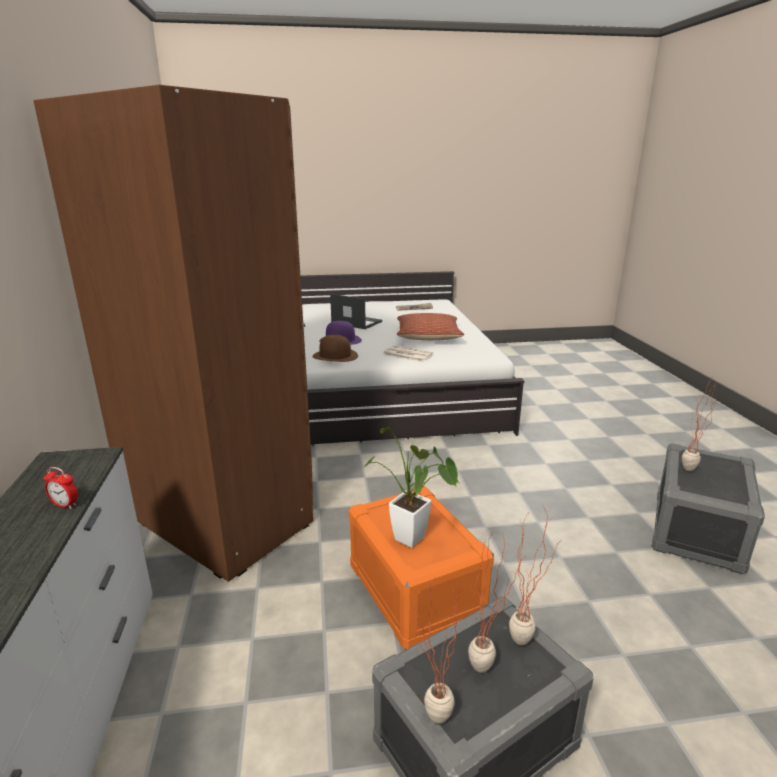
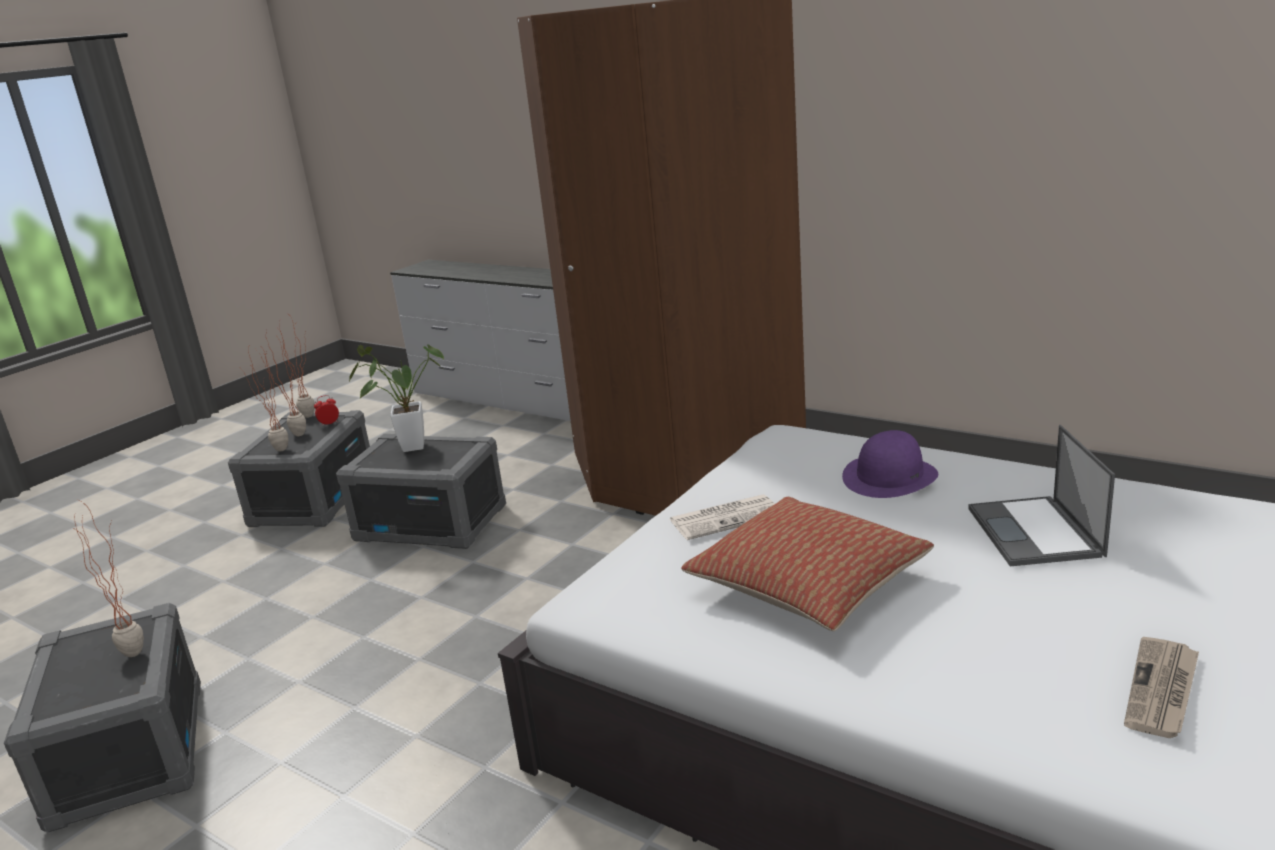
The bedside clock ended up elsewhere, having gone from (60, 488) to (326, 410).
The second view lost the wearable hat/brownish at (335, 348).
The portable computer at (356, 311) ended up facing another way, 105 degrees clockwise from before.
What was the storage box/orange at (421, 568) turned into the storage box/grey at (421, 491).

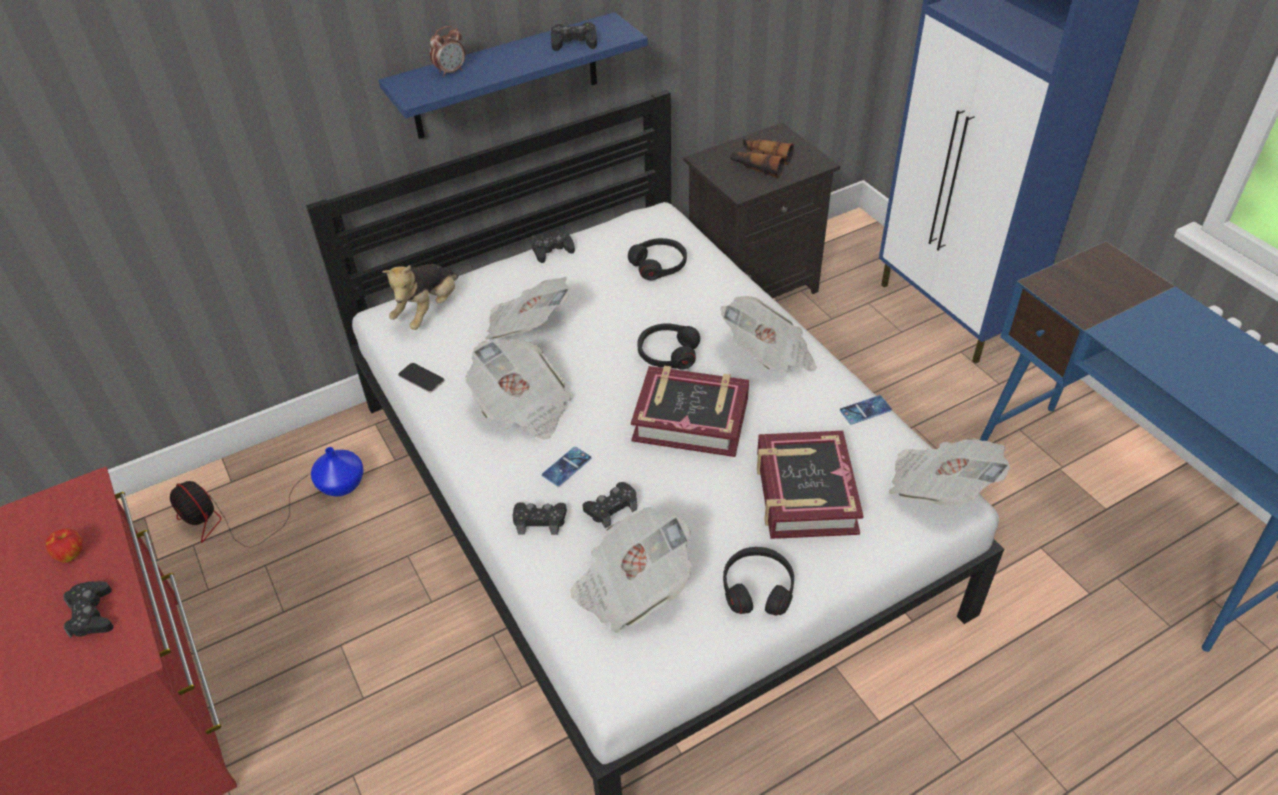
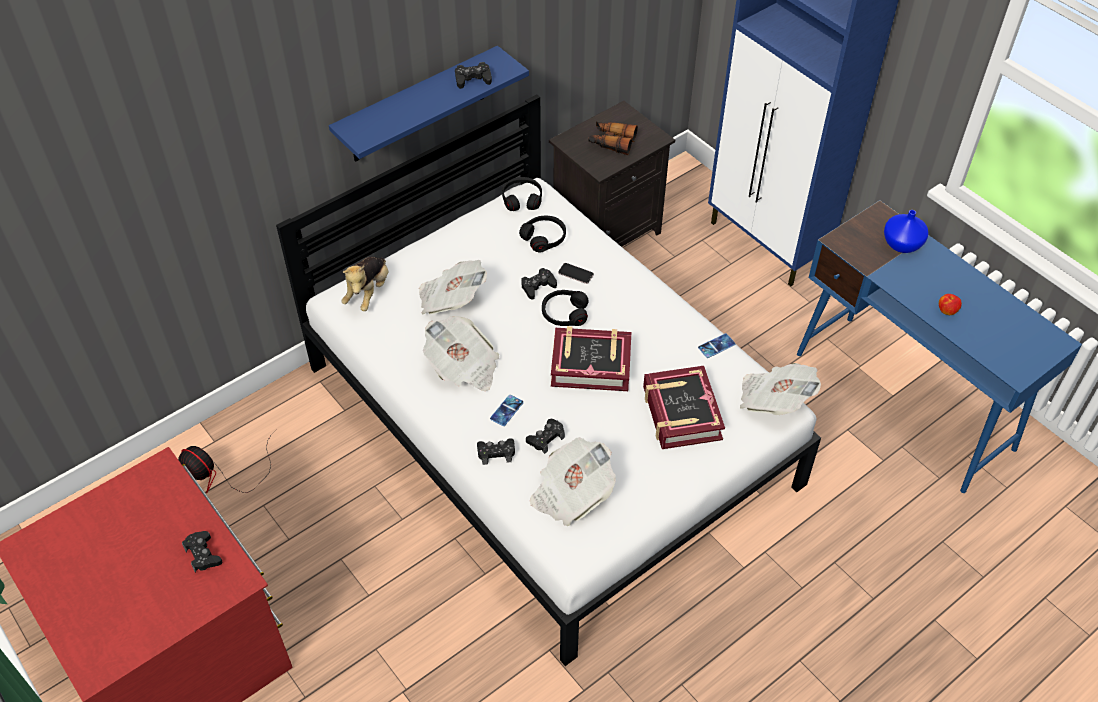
The apple fruit ended up elsewhere, having gone from (64, 545) to (950, 304).
The vase/bluish ended up elsewhere, having gone from (337, 472) to (906, 231).
The telephone ended up elsewhere, having gone from (421, 377) to (576, 273).
The second view lost the bedside clock at (447, 51).
The gamepad/black ended up elsewhere, having gone from (553, 246) to (539, 284).
The second view lost the newspaper at (768, 334).
The headset/black ended up elsewhere, having gone from (758, 581) to (522, 194).

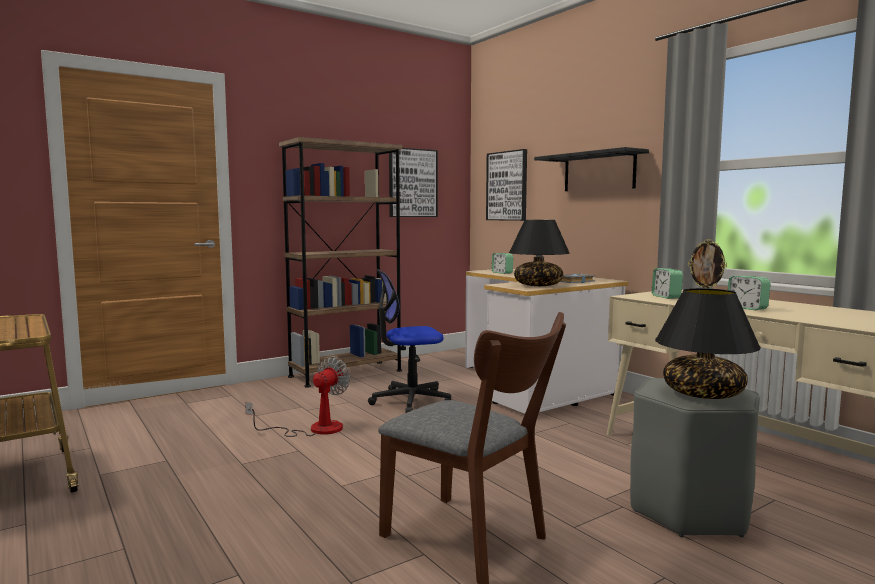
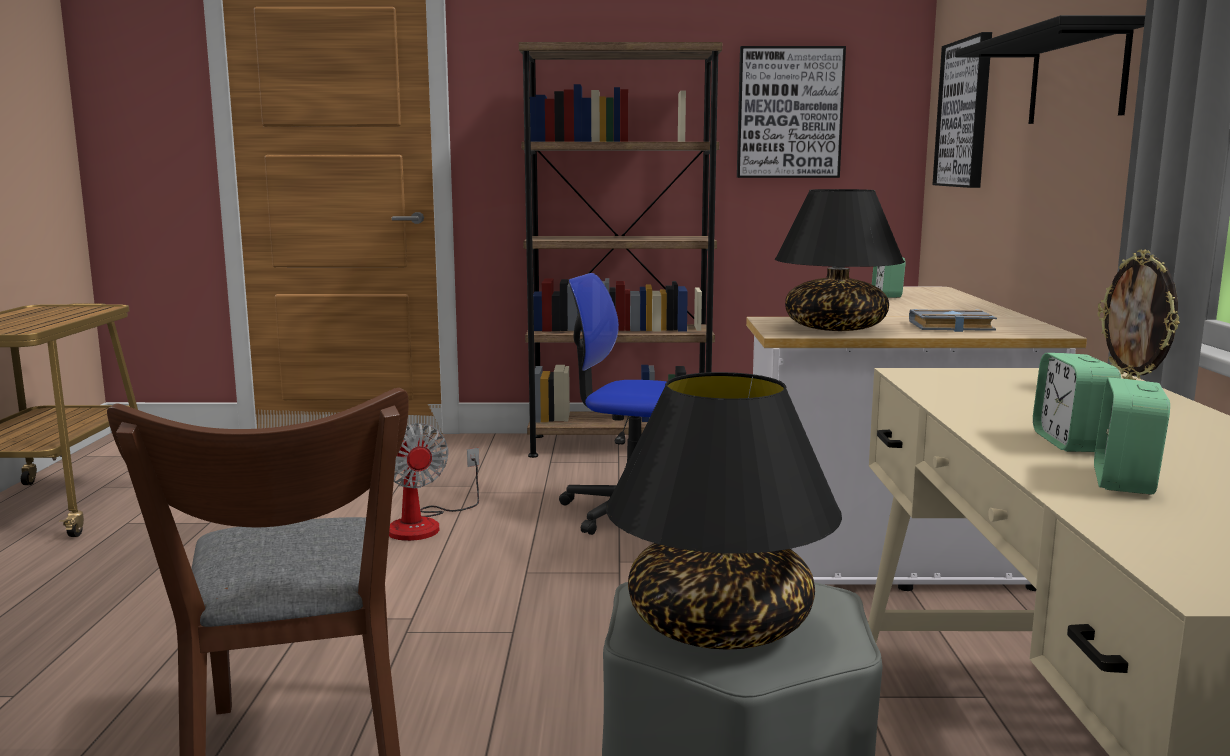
The fan at (297, 396) ended up facing another way, 90 degrees clockwise from before.
The bedside clock ended up elsewhere, having gone from (667, 283) to (1132, 436).

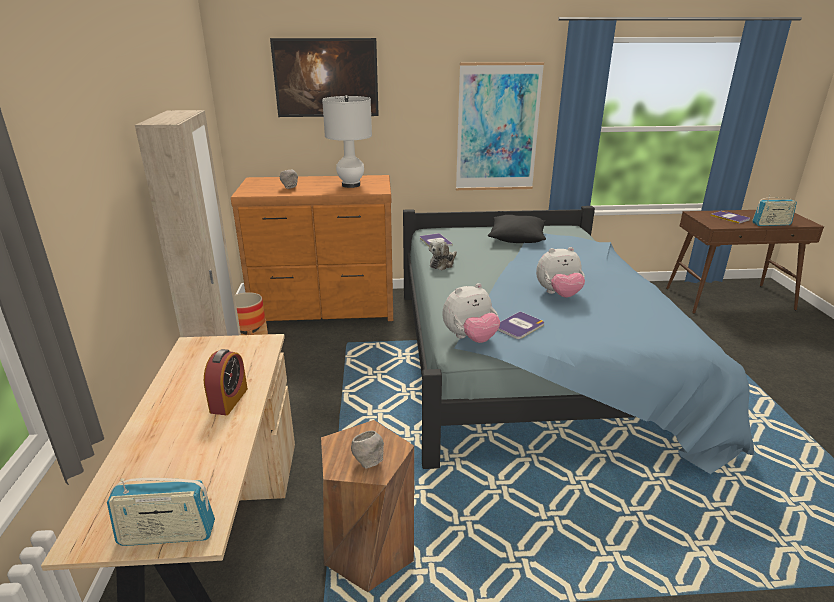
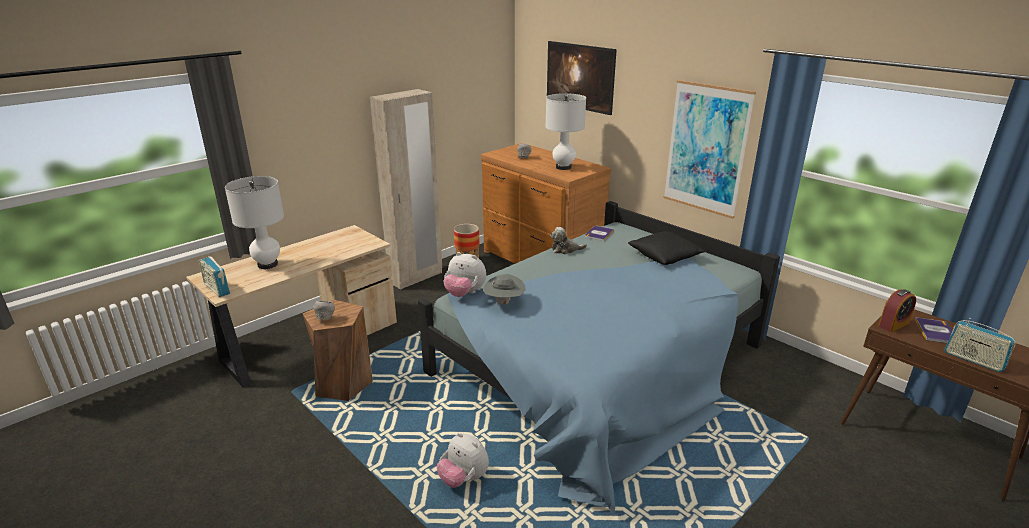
The bedside clock ended up elsewhere, having gone from (226, 382) to (897, 310).
Where the book stood at (521, 325), the wearable hat/grey came to stand at (504, 289).
The cuddly toy ended up elsewhere, having gone from (560, 272) to (463, 460).
The second view gained the lamp for a table/white-coloured at (254, 222).

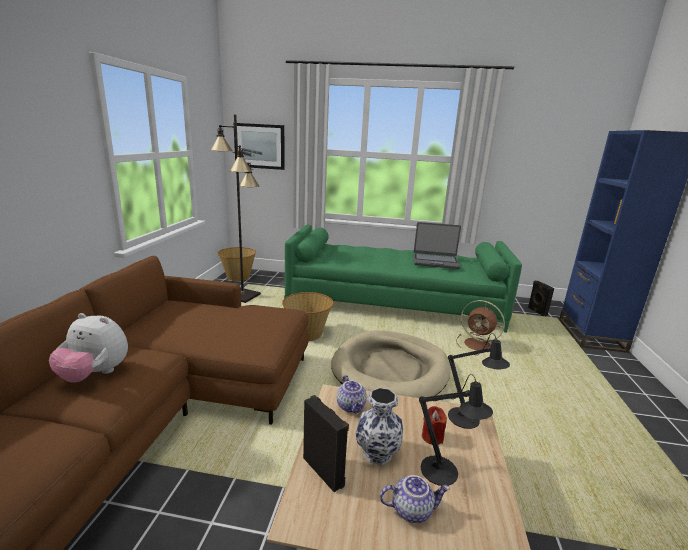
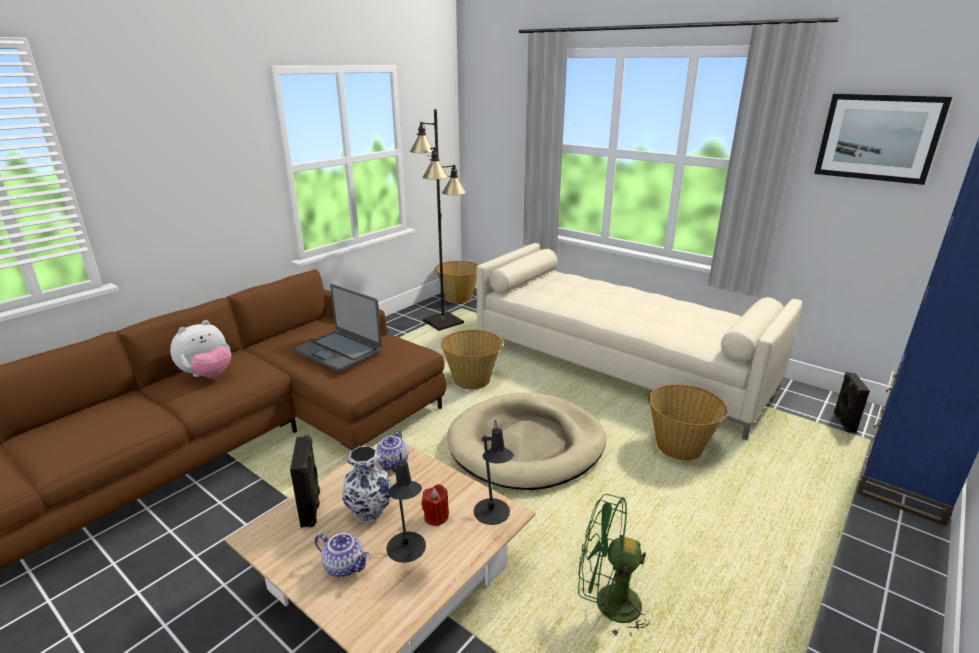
The cuddly toy at (88, 348) ended up facing another way, 90 degrees counterclockwise from before.
The wall art ended up elsewhere, having gone from (259, 146) to (883, 139).
What was the sofa/greenish at (403, 278) turned into the sofa/beige-coloured at (639, 341).
The portable computer ended up elsewhere, having gone from (437, 245) to (338, 328).
Where the fan/brownish stood at (481, 325), the storage basket came to stand at (687, 422).
The second view gained the fan/greenish at (614, 565).

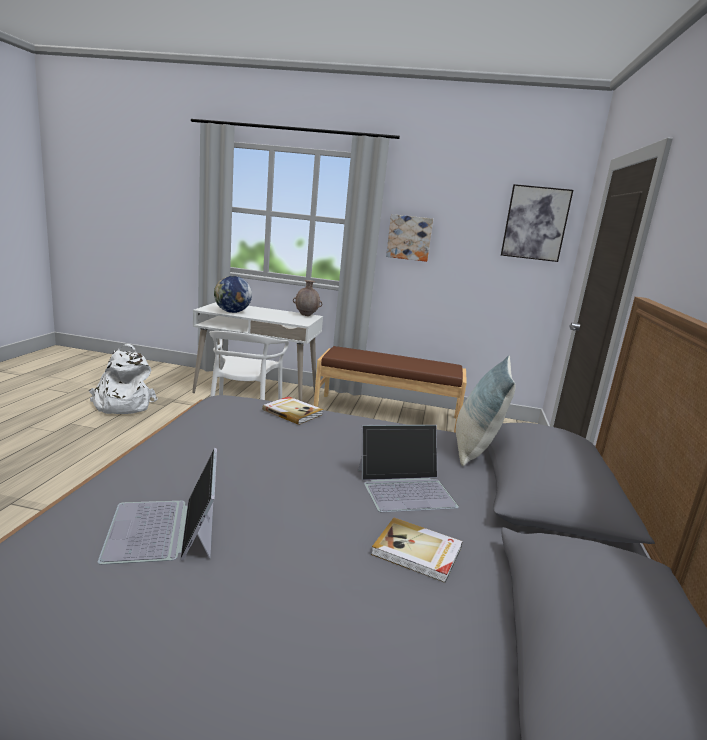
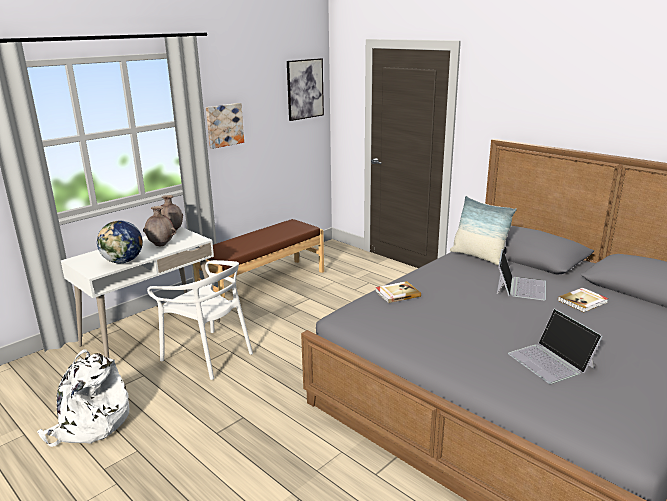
The portable computer at (157, 506) ended up facing another way, 45 degrees clockwise from before.
The second view gained the vase/brownish at (159, 226).

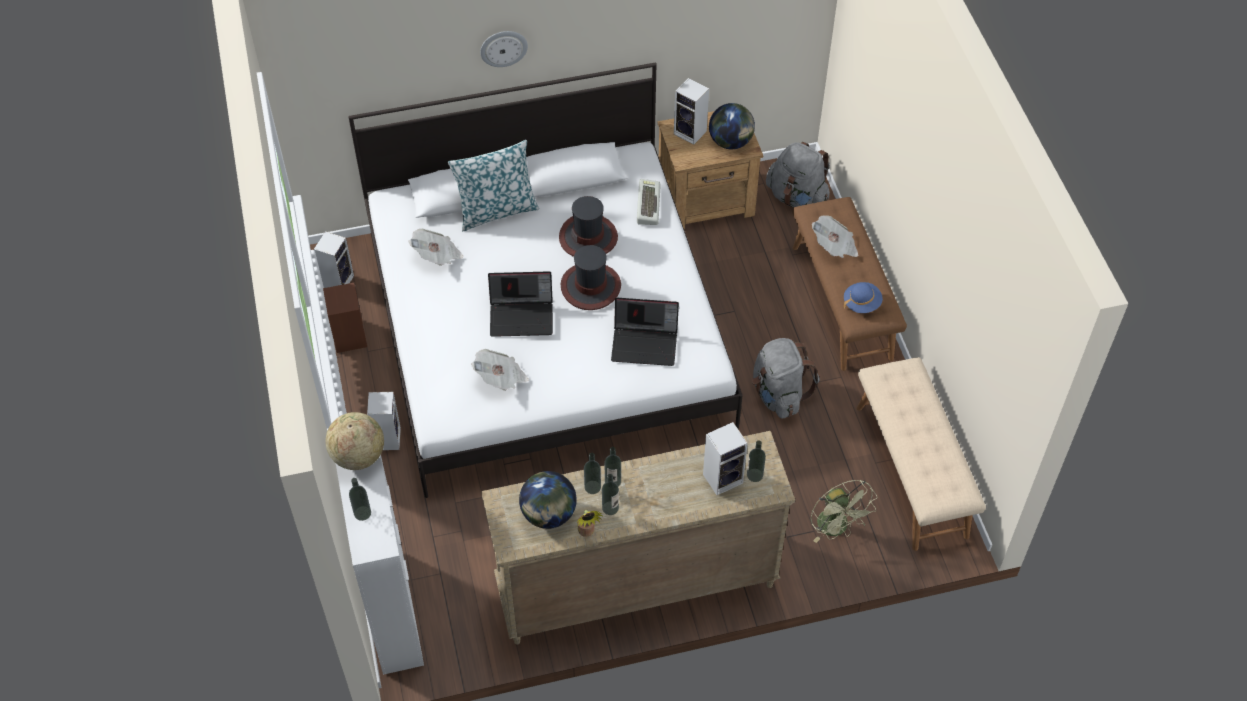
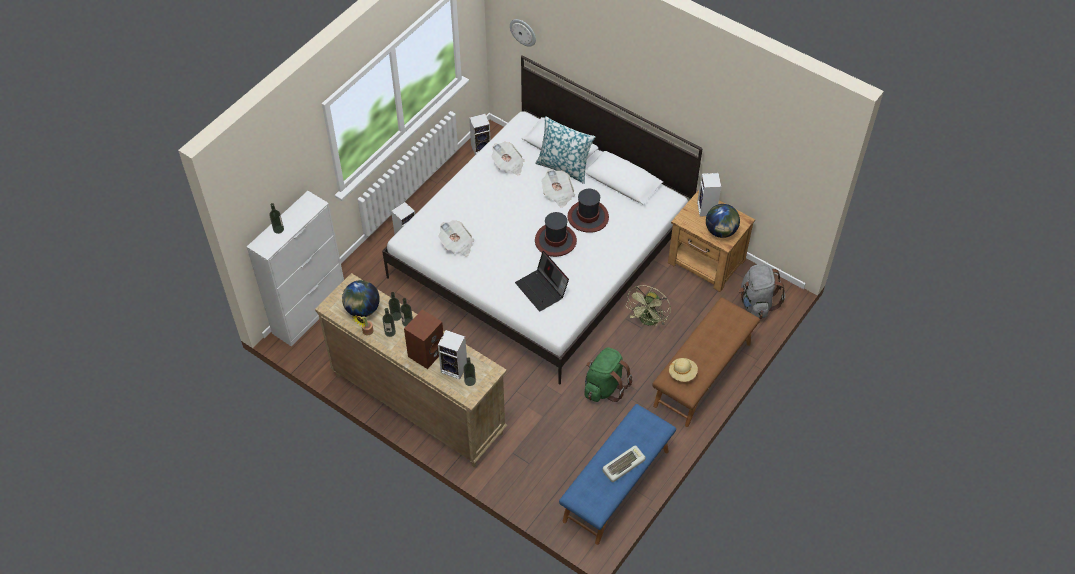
The speaker/brownish ended up elsewhere, having gone from (345, 318) to (423, 339).
The second view lost the desk globe at (354, 441).
The clock on the wall ended up elsewhere, having gone from (504, 49) to (523, 33).
The second view lost the portable computer at (520, 304).
The keyboard ended up elsewhere, having gone from (649, 202) to (624, 463).
What was the rucksack/grey at (786, 378) turned into the rucksack/greenish at (608, 374).
The fan/greenish ended up elsewhere, having gone from (844, 511) to (648, 305).
The newspaper ended up elsewhere, having gone from (835, 236) to (558, 188).
What was the wearable hat/bluish at (863, 297) turned into the wearable hat/beige-coloured at (683, 370).
What was the long seat/beige-coloured at (921, 454) turned into the long seat/bluish at (617, 474).

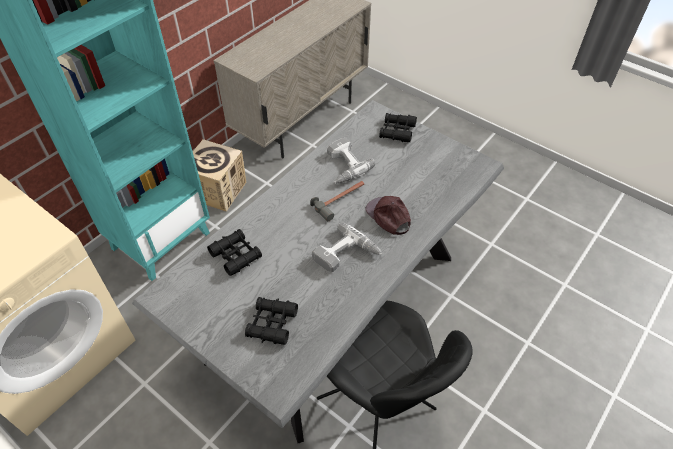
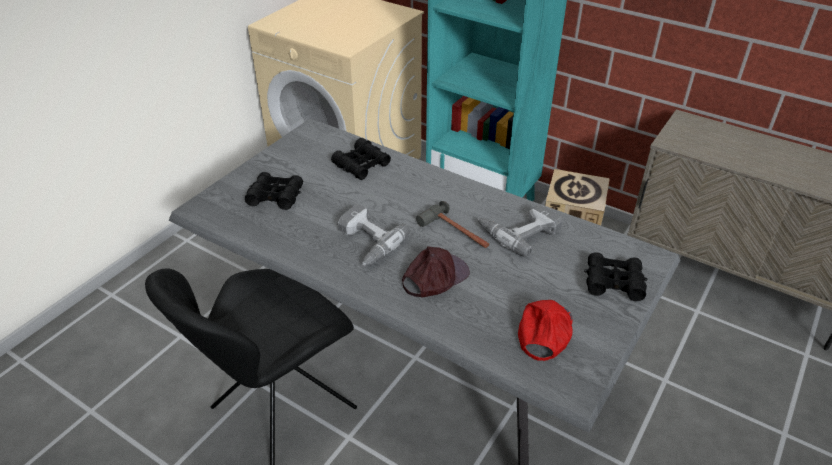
The second view gained the peaked cap/red-coloured at (545, 330).

